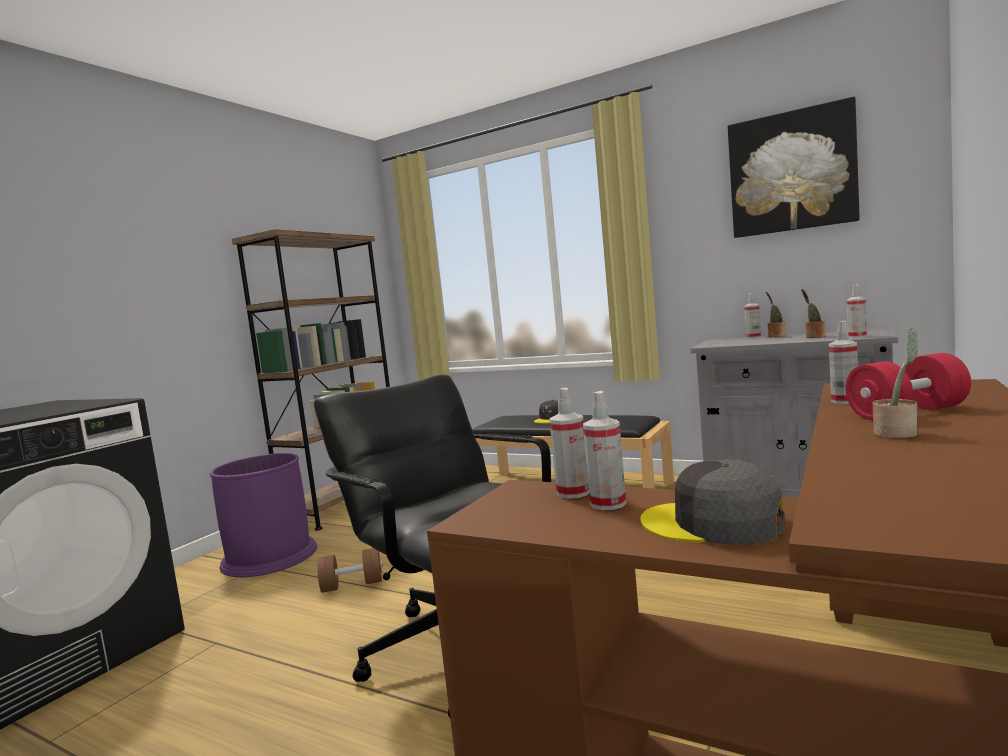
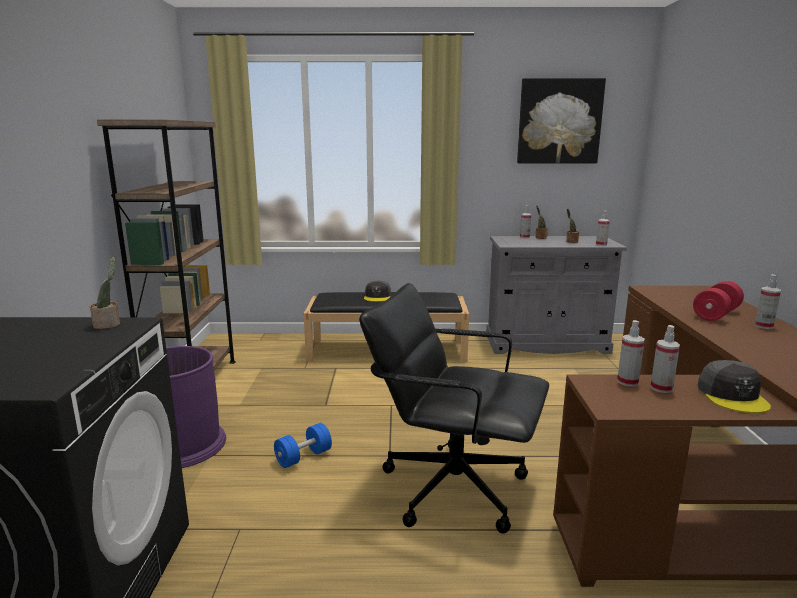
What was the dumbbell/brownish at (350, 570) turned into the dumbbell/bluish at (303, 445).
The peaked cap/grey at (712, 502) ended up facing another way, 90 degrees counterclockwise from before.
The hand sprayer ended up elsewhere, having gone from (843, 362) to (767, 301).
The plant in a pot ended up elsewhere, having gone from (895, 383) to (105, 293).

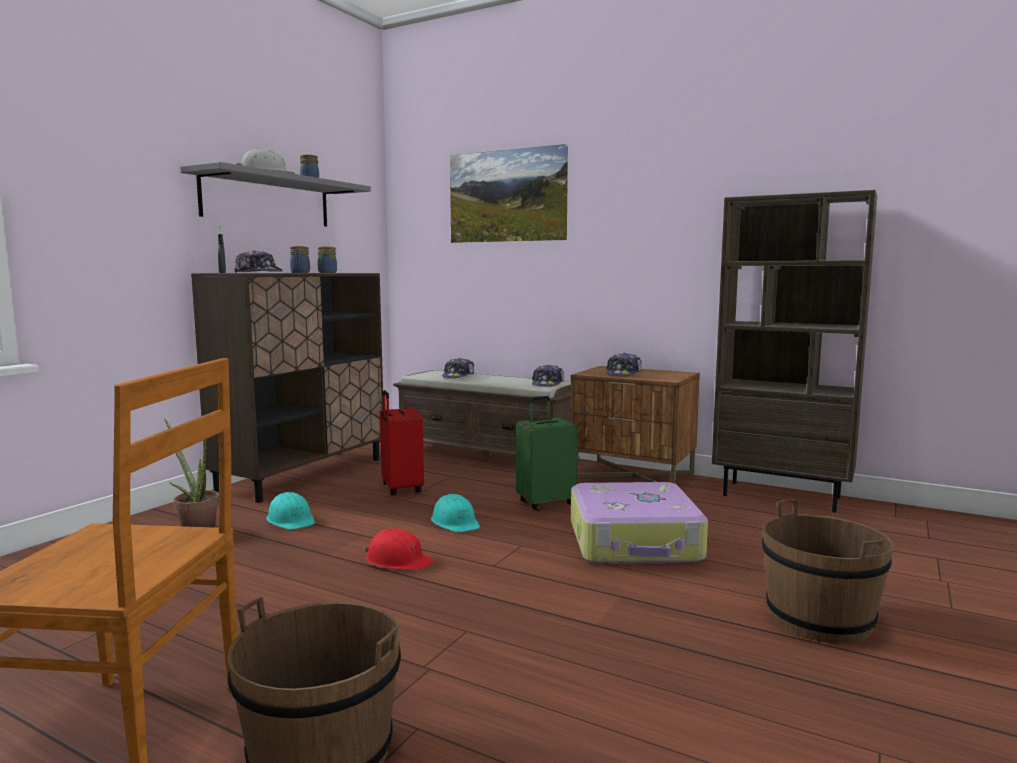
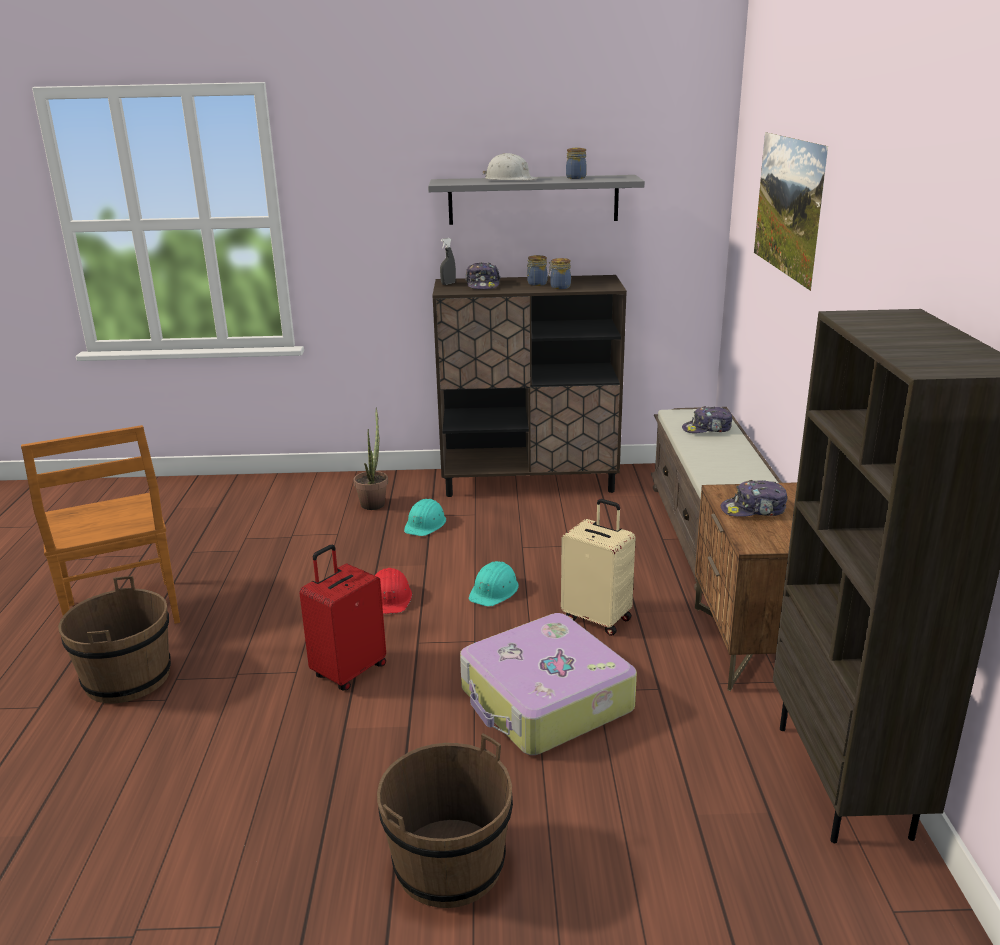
The travel case/red-coloured ended up elsewhere, having gone from (402, 442) to (342, 617).
What was the travel case/greenish at (547, 453) turned into the travel case/beige-coloured at (598, 567).
The second view lost the peaked cap at (548, 376).

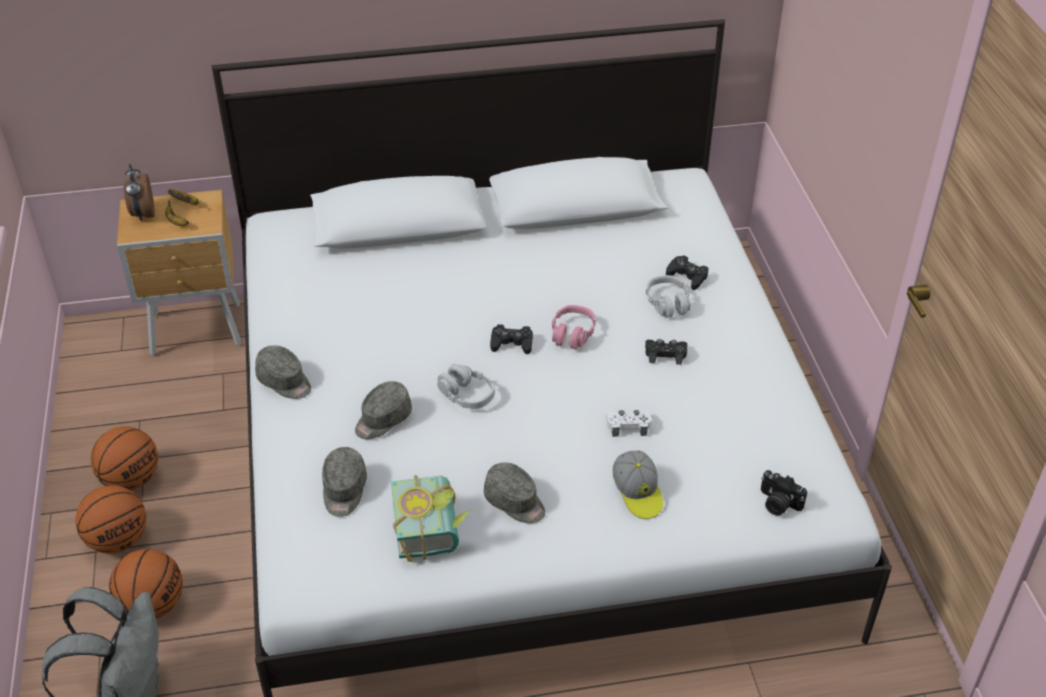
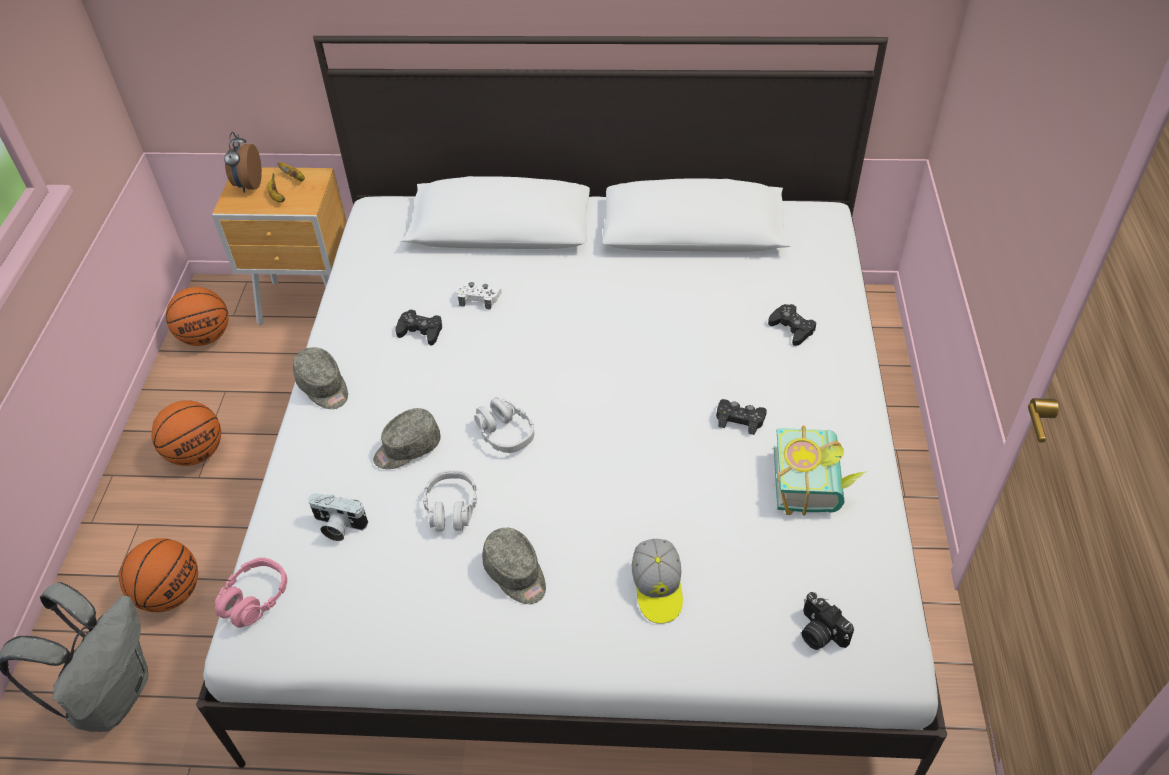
The basketball ended up elsewhere, having gone from (110, 519) to (197, 316).
Where the peaked cap/grey stood at (344, 482), the photo camera came to stand at (338, 517).
The book ended up elsewhere, having gone from (432, 518) to (819, 470).
The gamepad/black ended up elsewhere, having gone from (511, 339) to (419, 327).
The headset/pink-coloured ended up elsewhere, having gone from (574, 327) to (250, 592).
The gamepad/white-coloured ended up elsewhere, having gone from (628, 423) to (479, 296).
The headset/grey ended up elsewhere, having gone from (668, 296) to (450, 501).

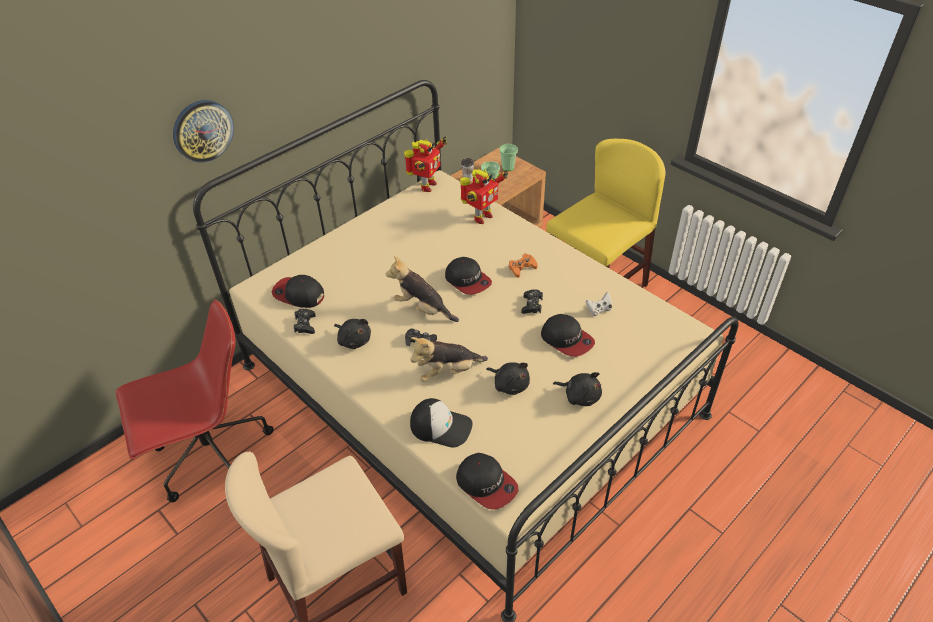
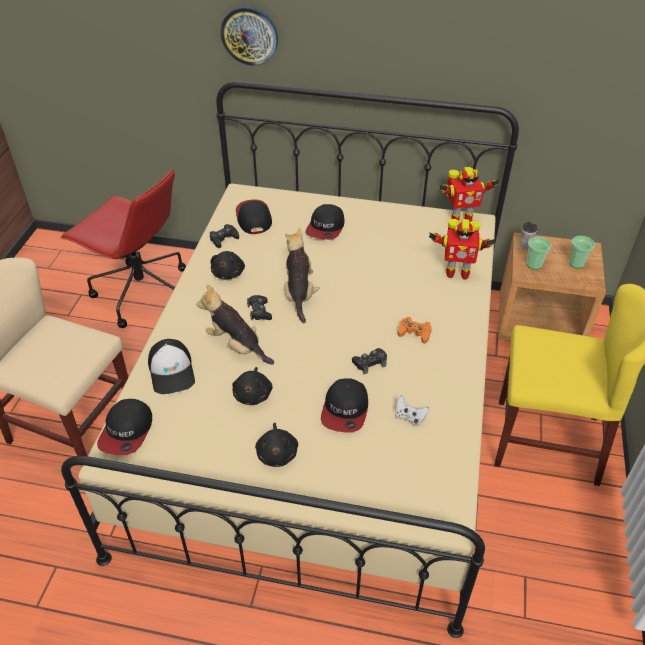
The peaked cap ended up elsewhere, having gone from (468, 276) to (325, 222).

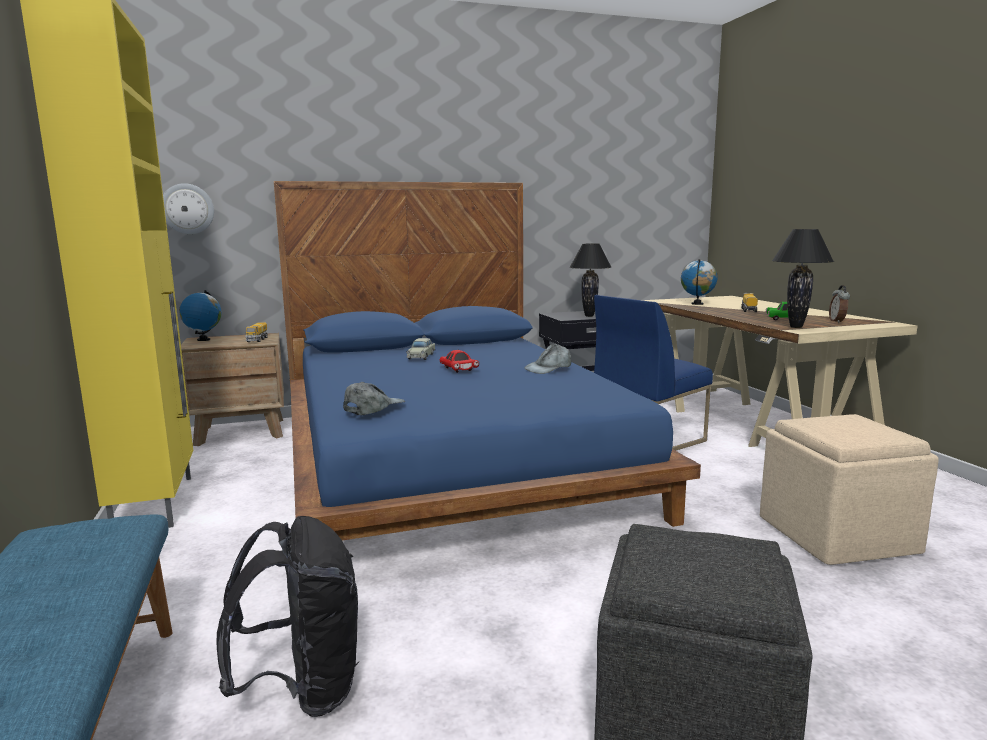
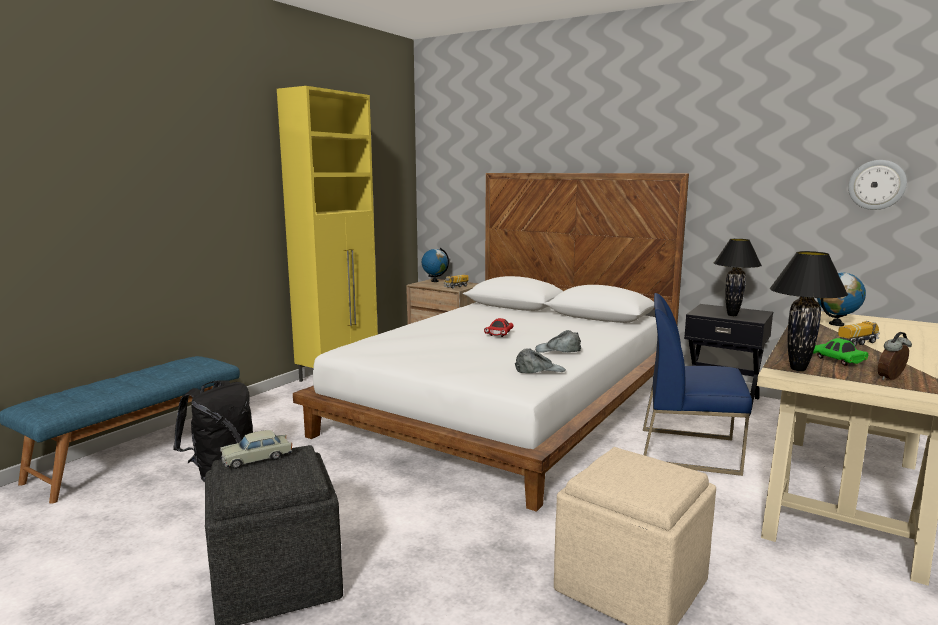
The clock on the wall ended up elsewhere, having gone from (188, 208) to (877, 185).
What was the bed/bluish at (487, 360) turned into the bed/white-coloured at (491, 342).
The peaked cap/grey ended up elsewhere, having gone from (374, 398) to (540, 360).
The model car/beige-coloured ended up elsewhere, having gone from (420, 349) to (256, 449).

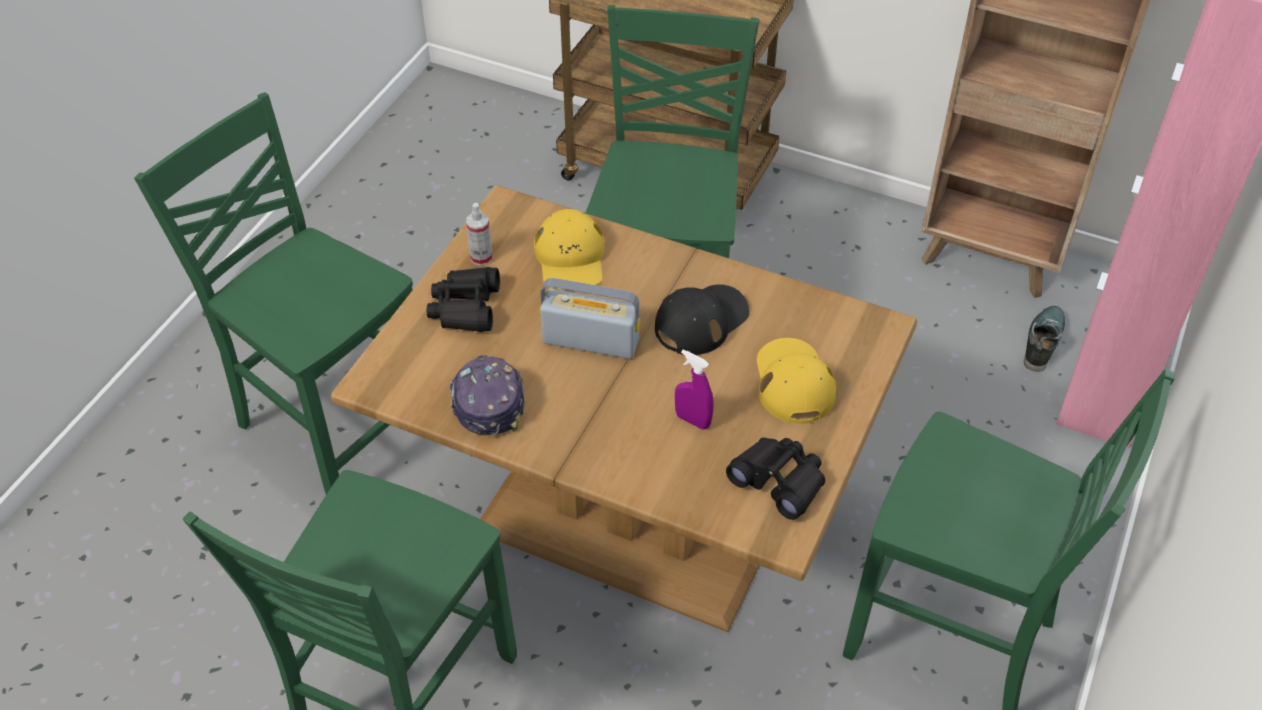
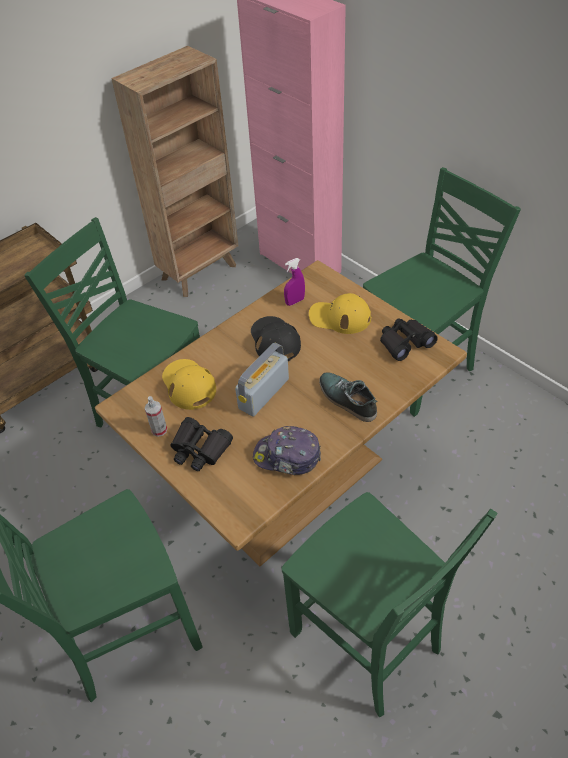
The peaked cap/yellow at (569, 249) ended up facing another way, 135 degrees counterclockwise from before.
The hand sprayer/purplish ended up elsewhere, having gone from (694, 390) to (294, 282).
The low shoe ended up elsewhere, having gone from (1044, 339) to (348, 397).

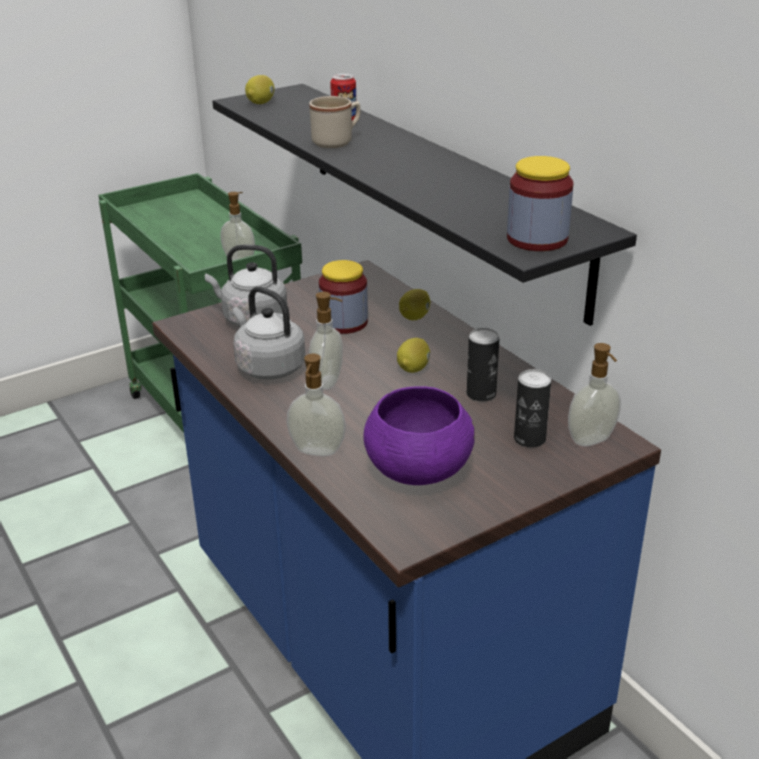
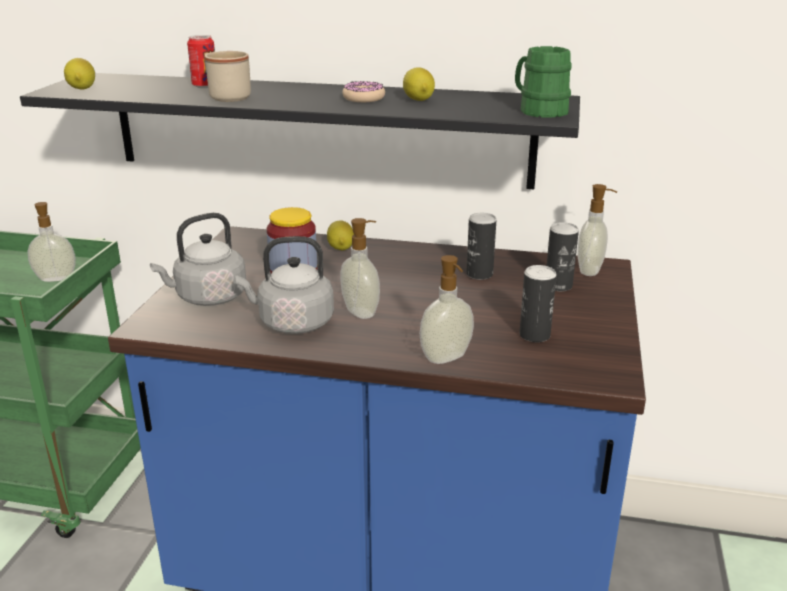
Where the deep dish/purplish stood at (419, 435), the metal can came to stand at (538, 303).
The whole lemon ended up elsewhere, having gone from (413, 355) to (419, 84).
Where the storage jar stood at (540, 203), the mug/greenish came to stand at (543, 81).
The second view gained the donut at (363, 91).

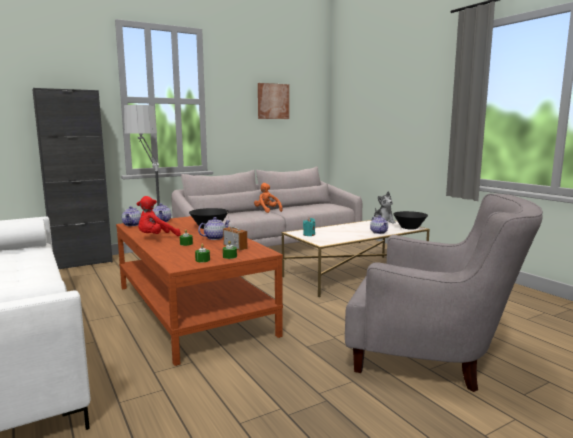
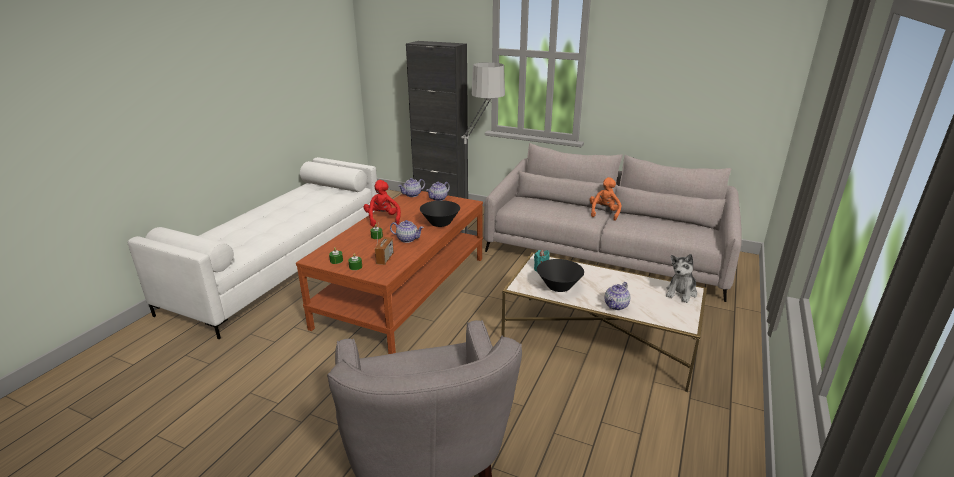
The cuddly toy/red-coloured at (159, 216) ended up facing another way, 60 degrees clockwise from before.
The second view lost the wall art at (273, 101).
The deep dish/black ended up elsewhere, having gone from (410, 220) to (560, 275).

